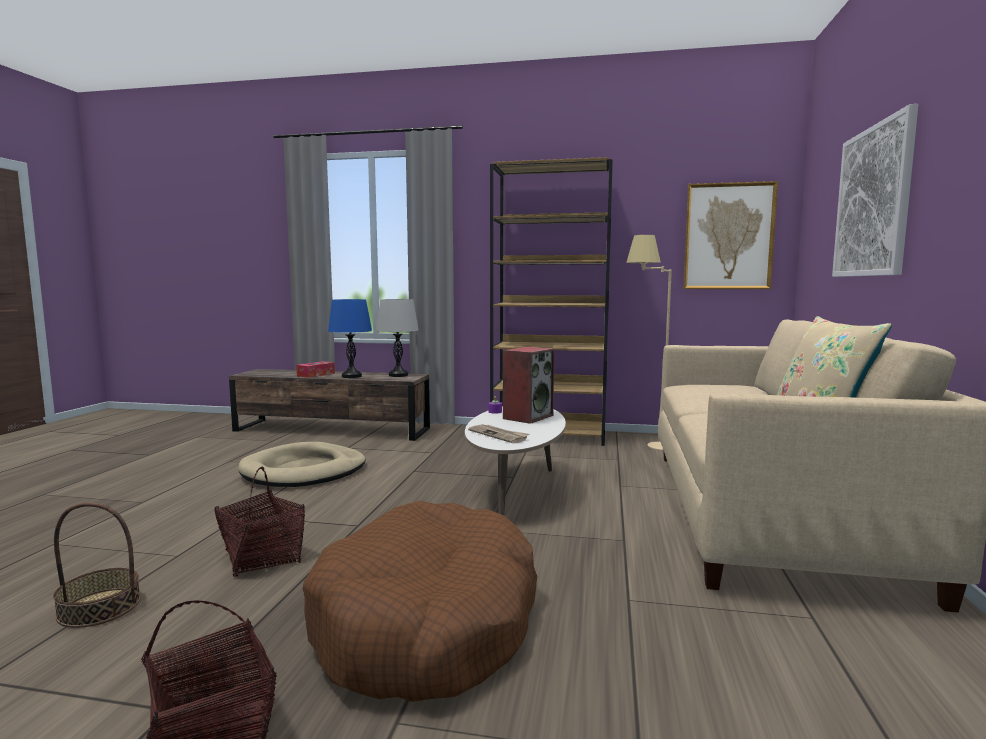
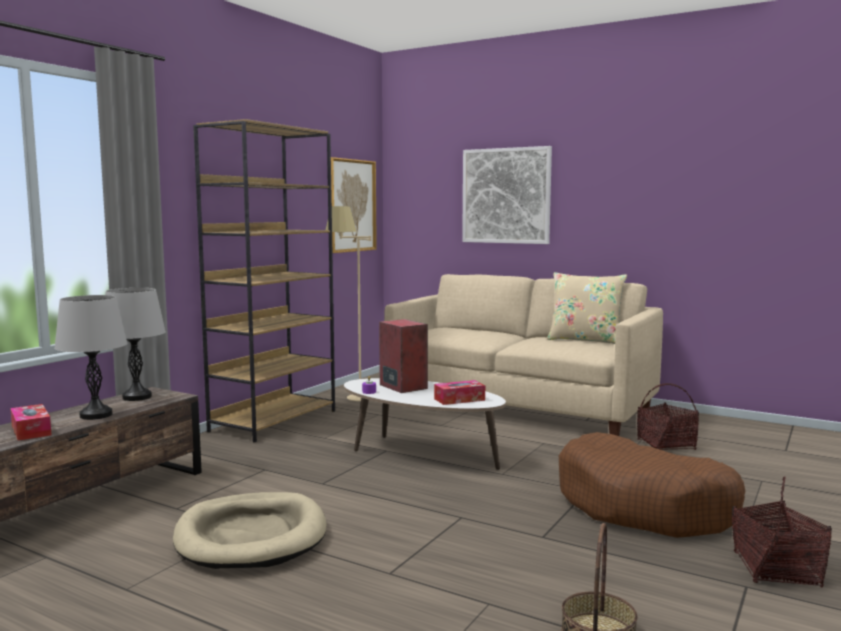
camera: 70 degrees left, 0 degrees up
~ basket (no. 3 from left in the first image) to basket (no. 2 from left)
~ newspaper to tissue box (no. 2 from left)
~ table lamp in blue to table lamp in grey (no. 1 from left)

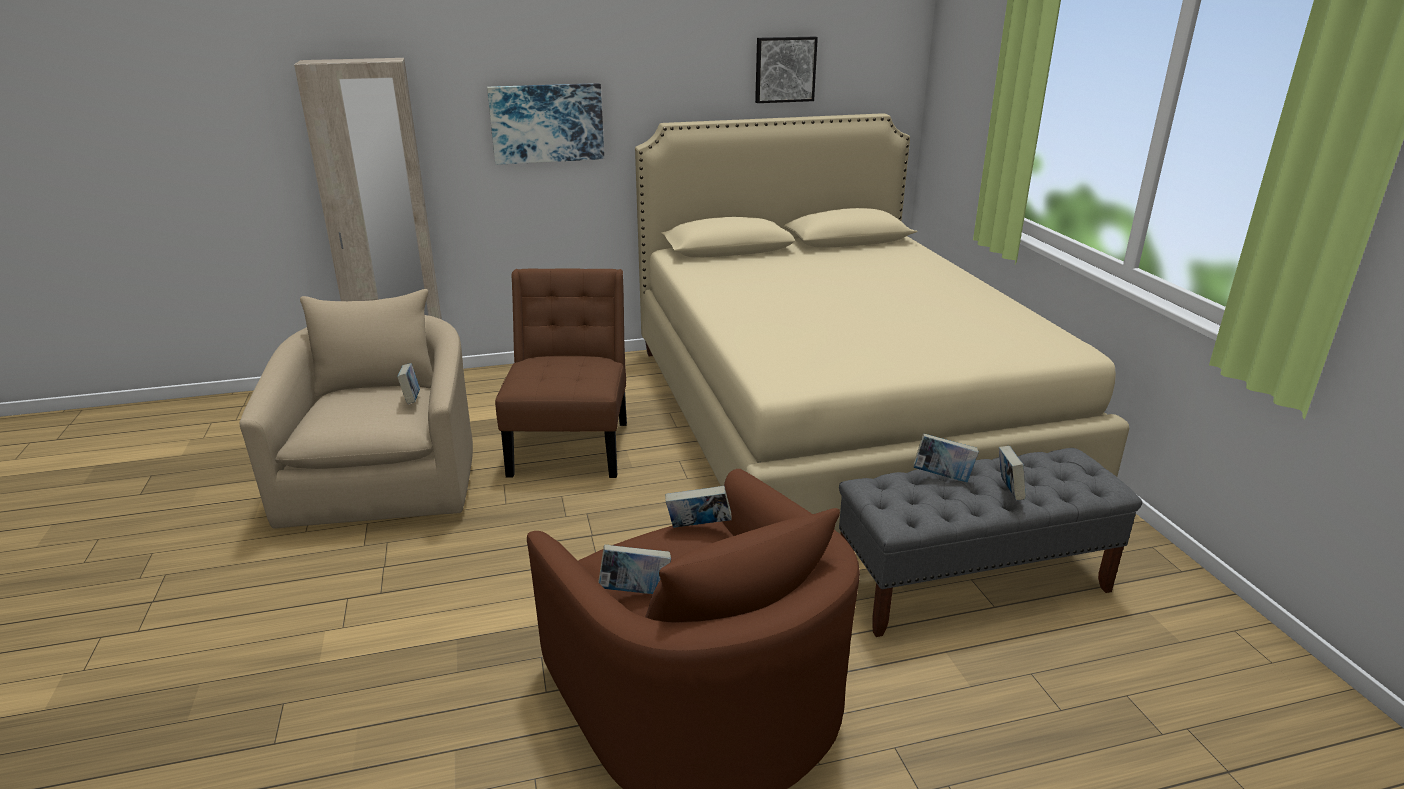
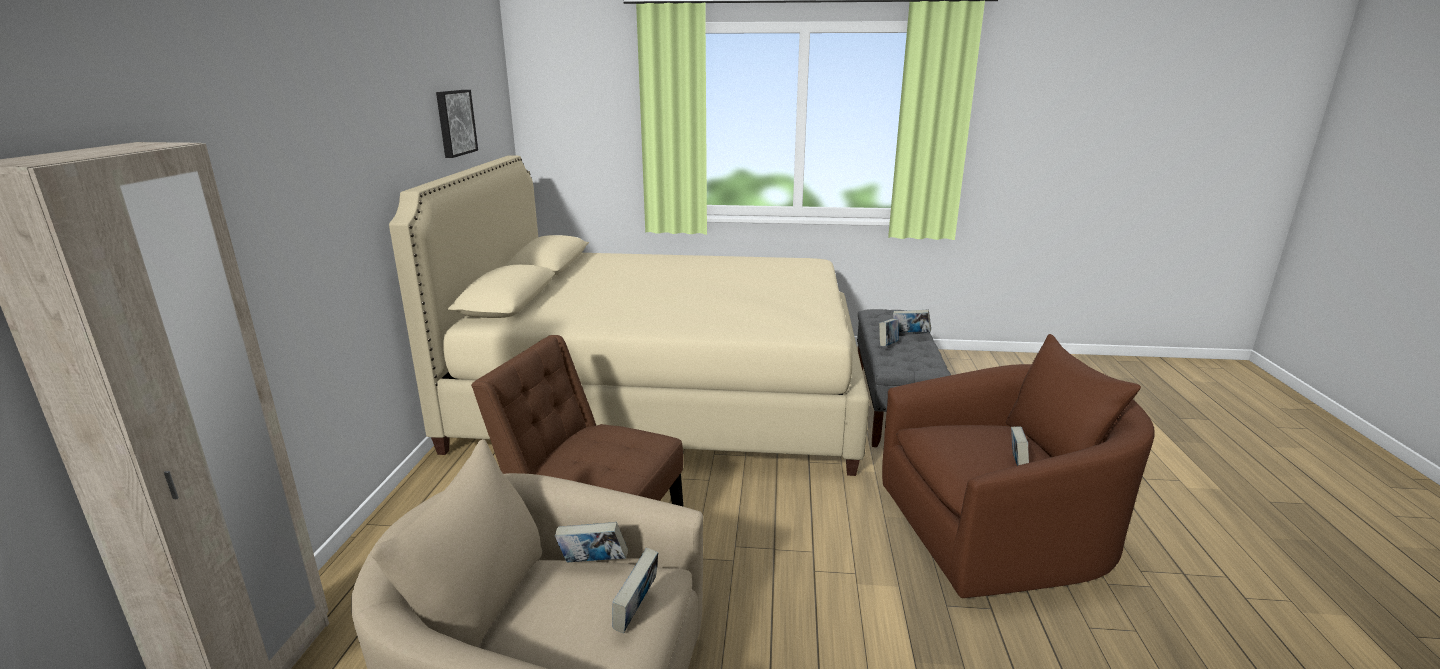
camera: 70 degrees left, 5 degrees down
- picture (no. 1 from left)
~ book (no. 3 from left in the first image) to book (no. 2 from left)

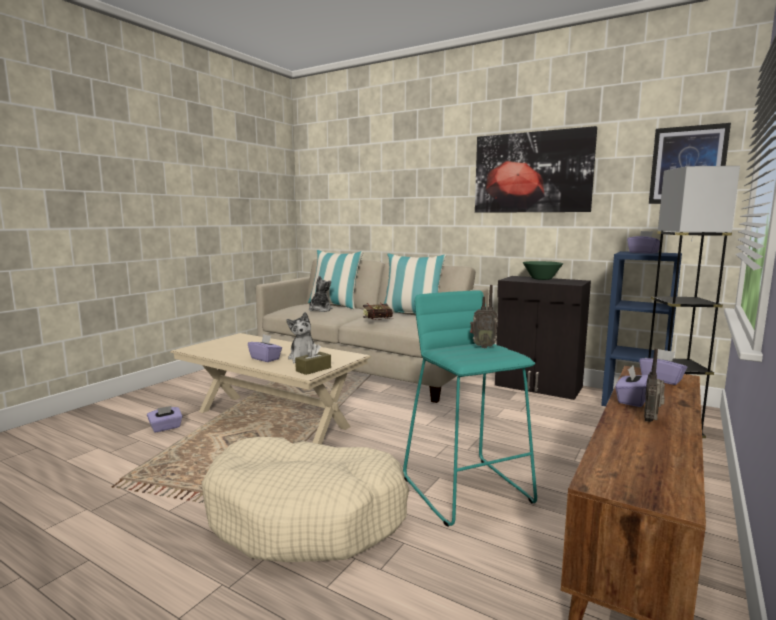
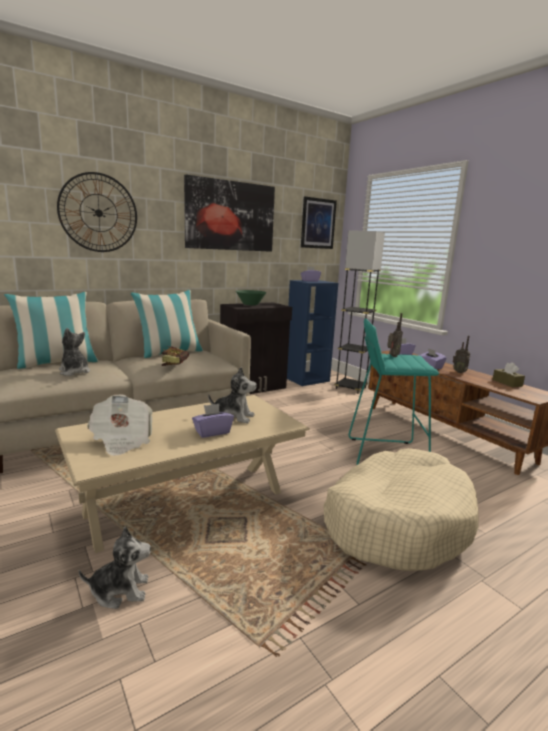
camera: 65 degrees left, 5 degrees up
+ wall clock
+ newspaper
~ tissue box in brown
~ tissue box in purple (no. 1 from left) to plush toy (no. 2 from left)

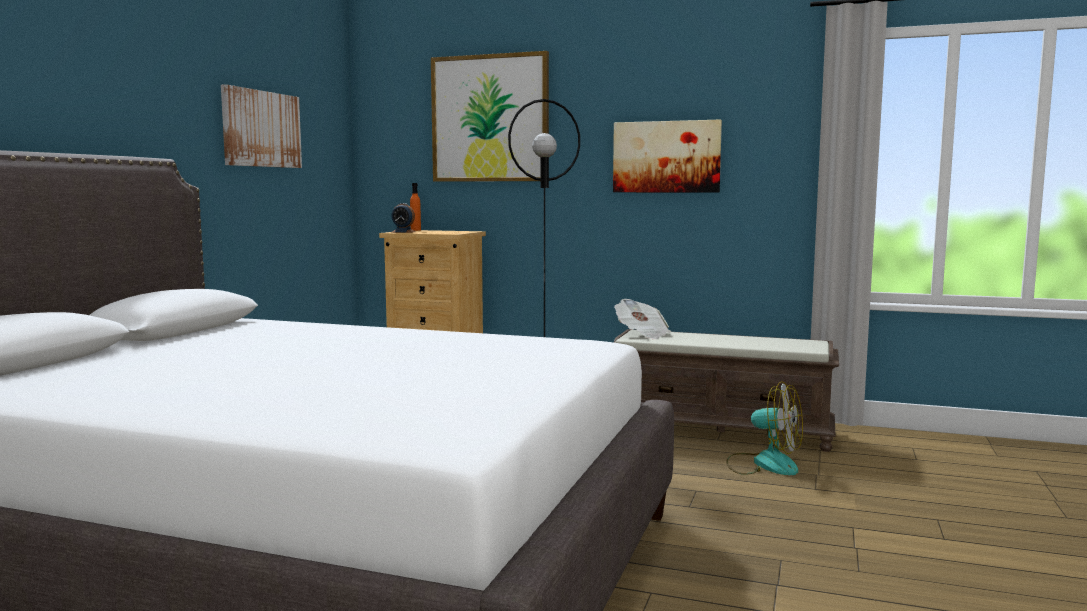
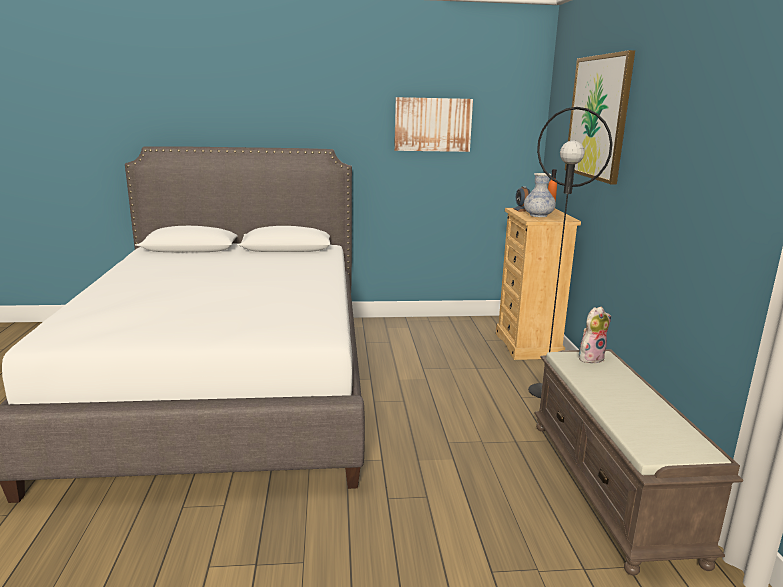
camera: 65 degrees right, 10 degrees up
- picture (no. 3 from left)
- fan
+ vase
~ newspaper to plush toy

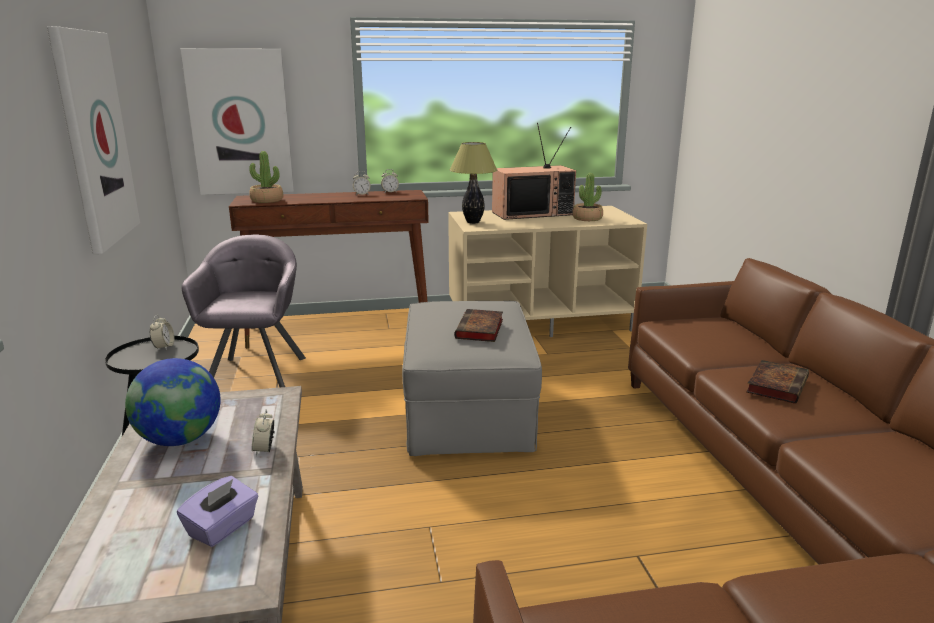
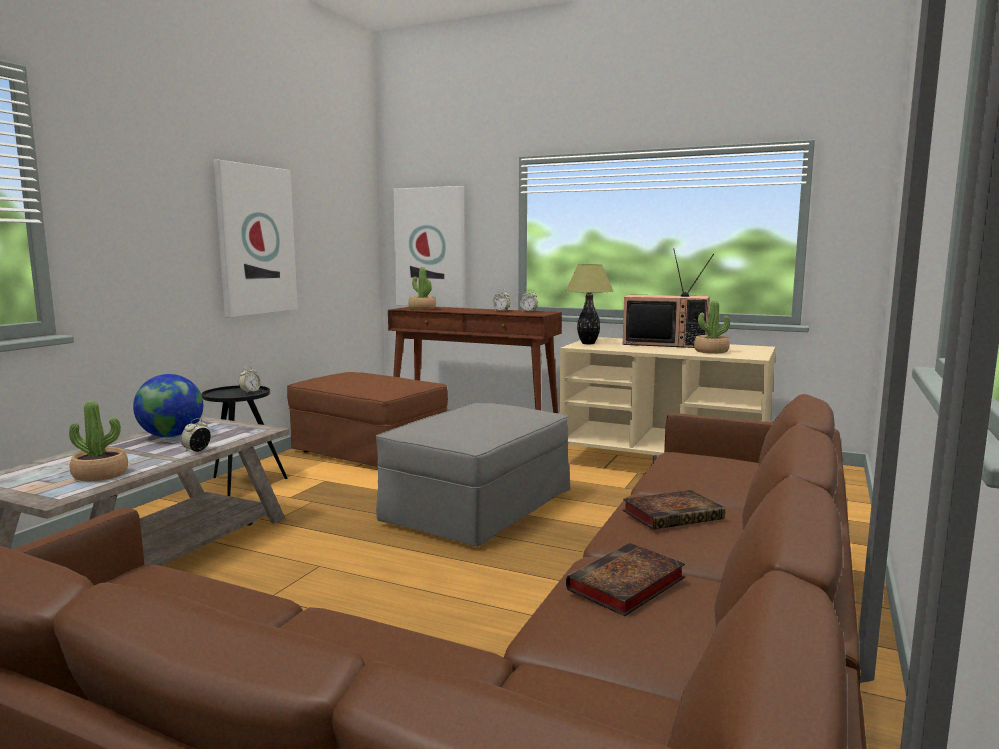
camera: 35 degrees right, 10 degrees down
~ book (no. 1 from left)
~ tissue box in purple to potted plant (no. 1 from left)
~ armchair in grey to ottoman in brown

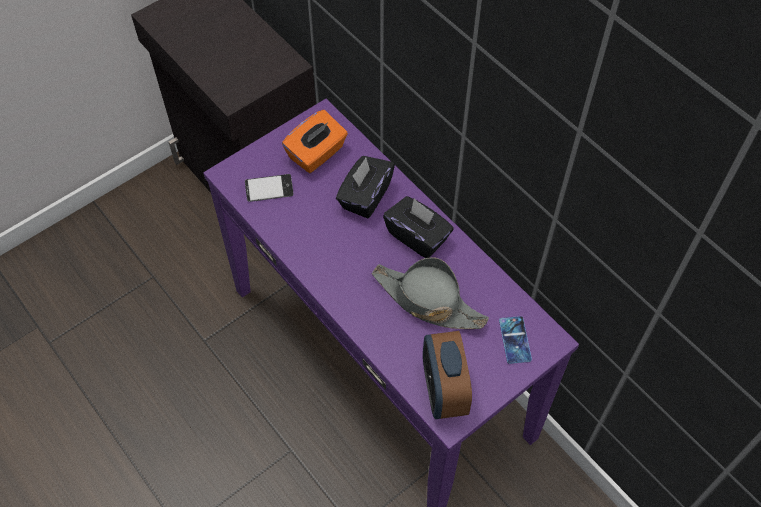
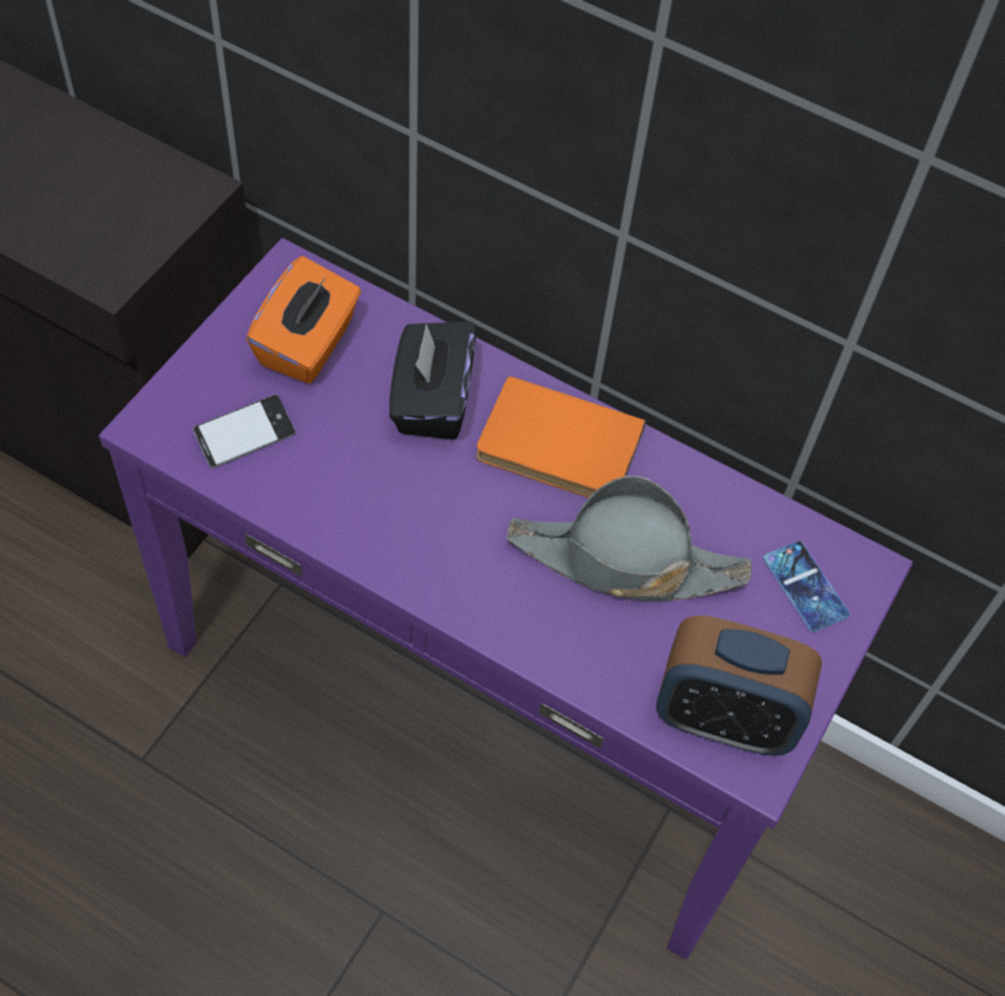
camera: 25 degrees left, 0 degrees up
~ tissue box in black (no. 2 from left) to book in orange
~ alarm clock 45 degrees counterclockwise

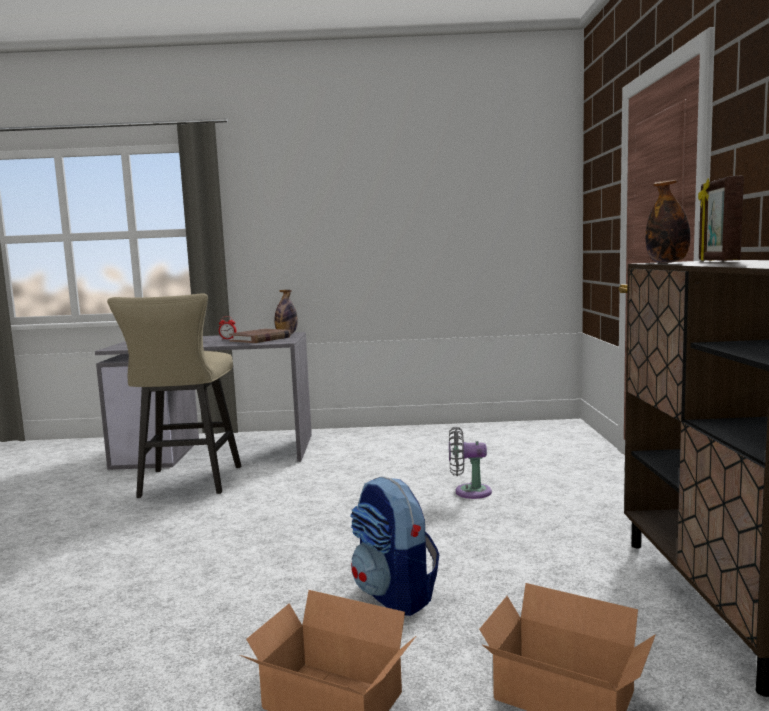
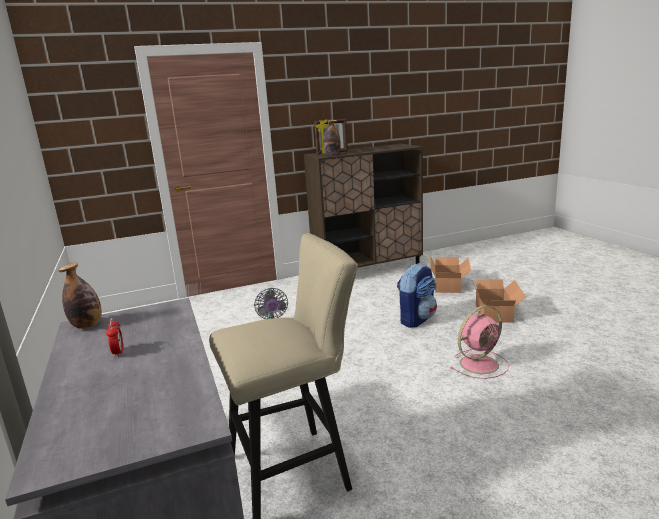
camera: 110 degrees left, 10 degrees up
- book in brown
+ fan in pink

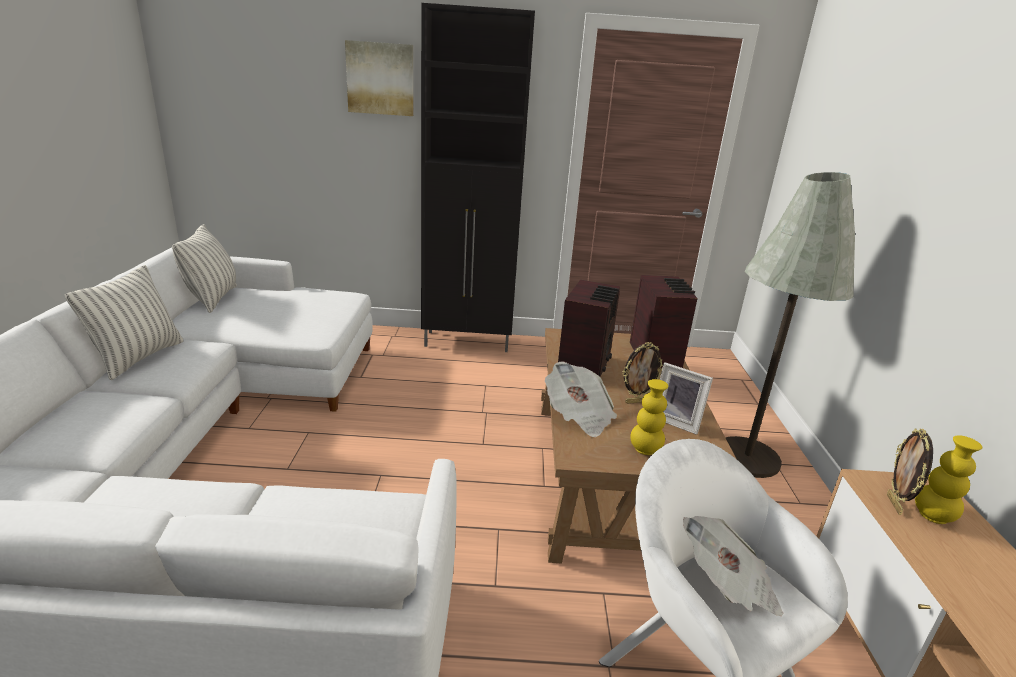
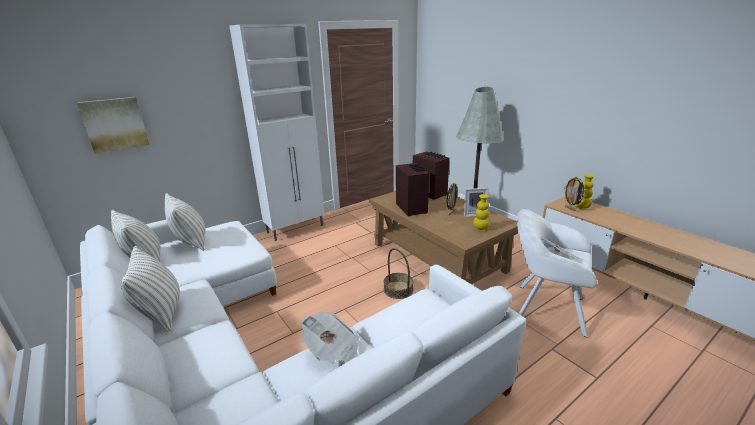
camera: 35 degrees left, 0 degrees up
+ pillow (no. 3 from left)
+ basket
~ picture
~ newspaper (no. 1 from left)
~ cabinet in black to cabinet in white

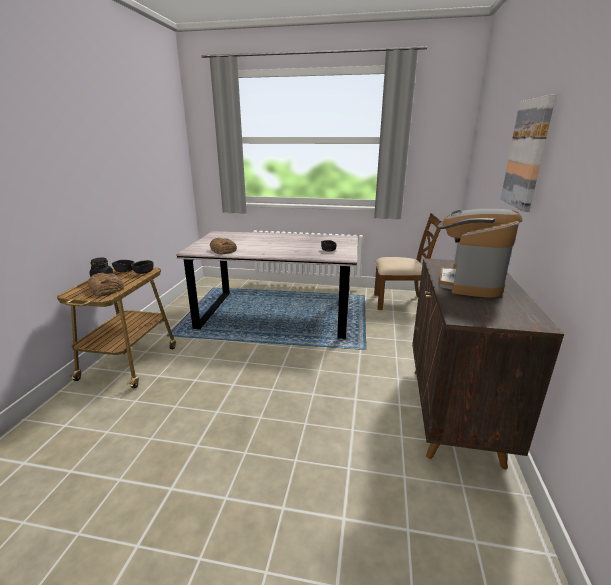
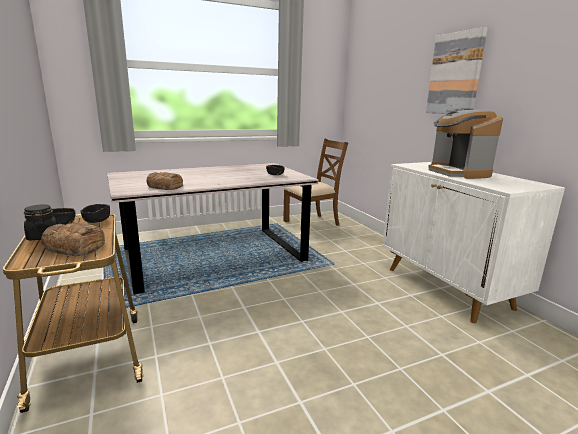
camera: 35 degrees left, 5 degrees down
~ cabinet in brown to cabinet in white

